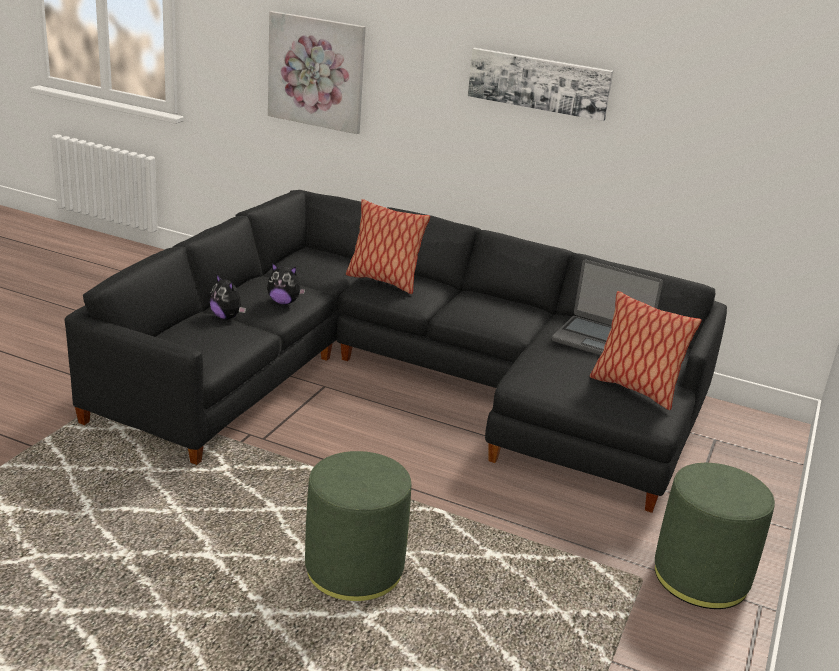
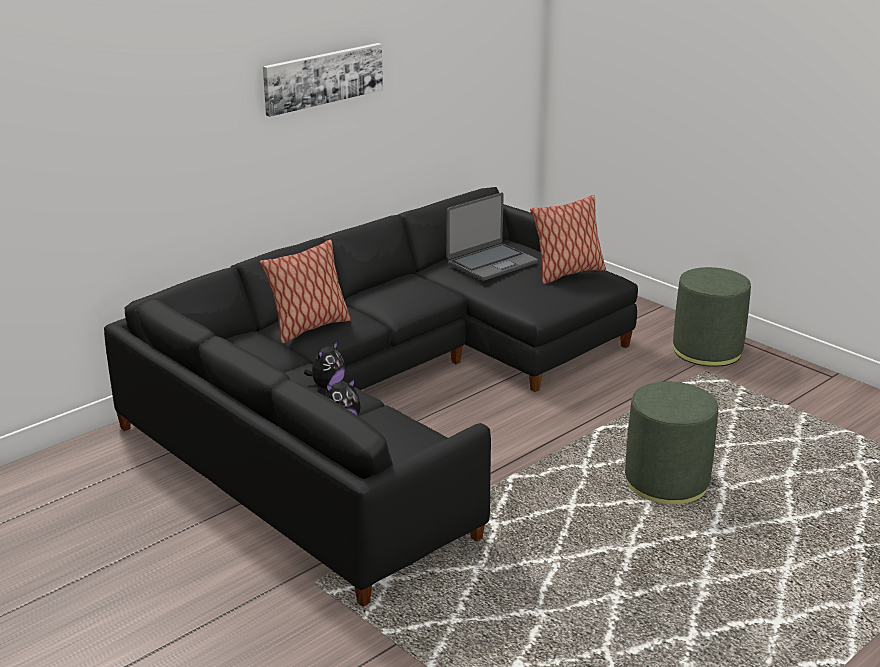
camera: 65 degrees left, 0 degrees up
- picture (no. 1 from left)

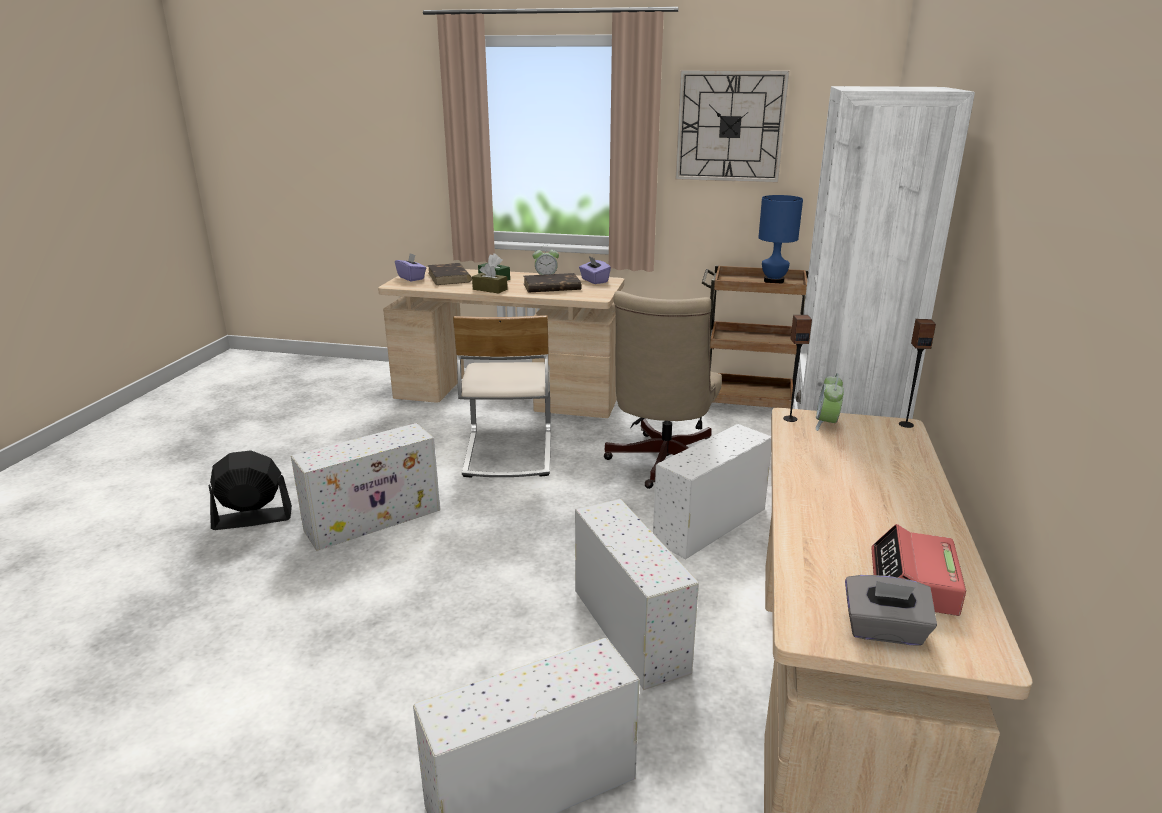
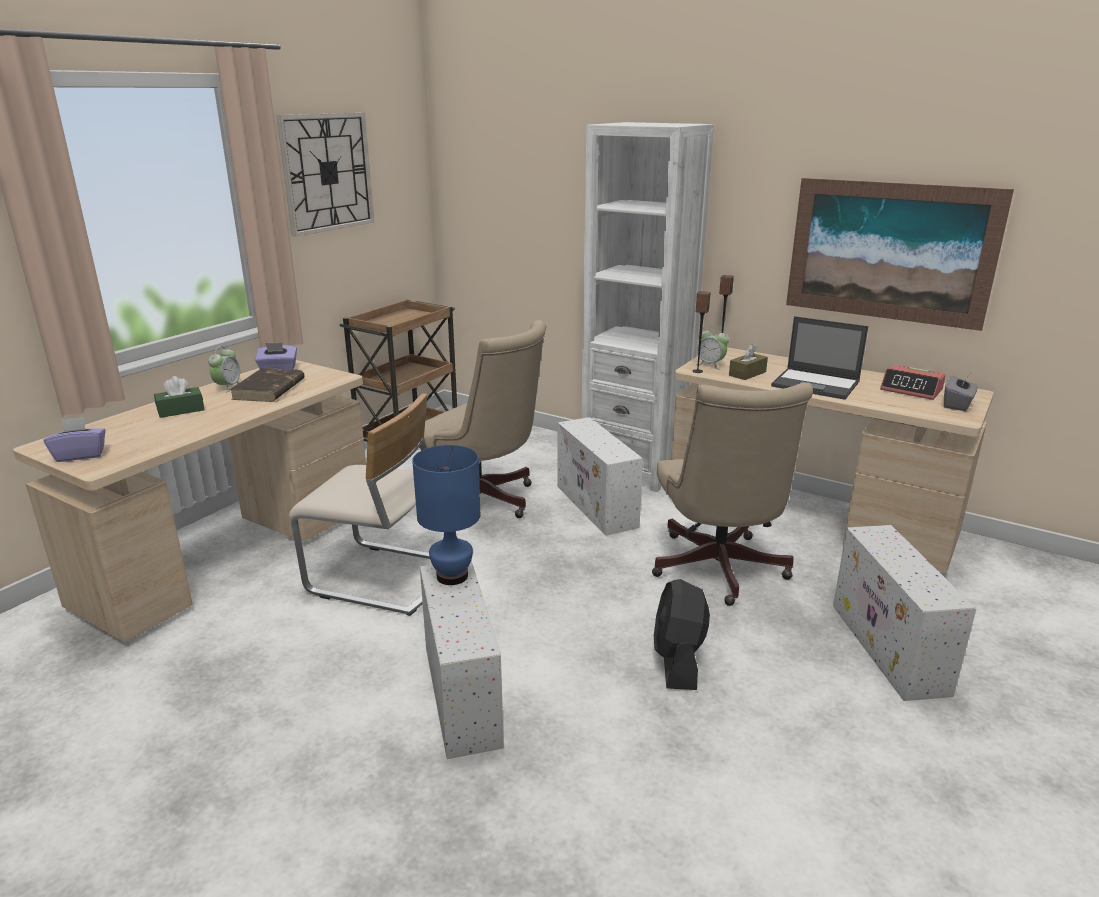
camera: 70 degrees left, 0 degrees up
- book in brown (no. 1 from left)
+ laptop
+ picture
~ fan in black
~ tissue box in brown
~ table lamp in blue
~ storage box in white (no. 3 from left) to office chair in beige (no. 2 from left)

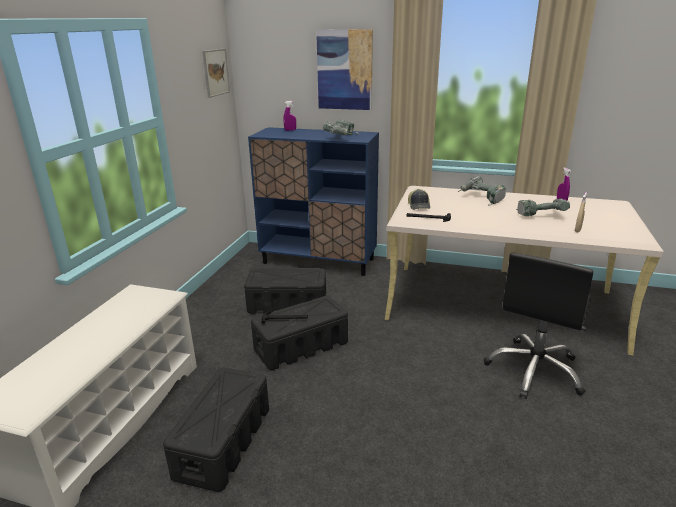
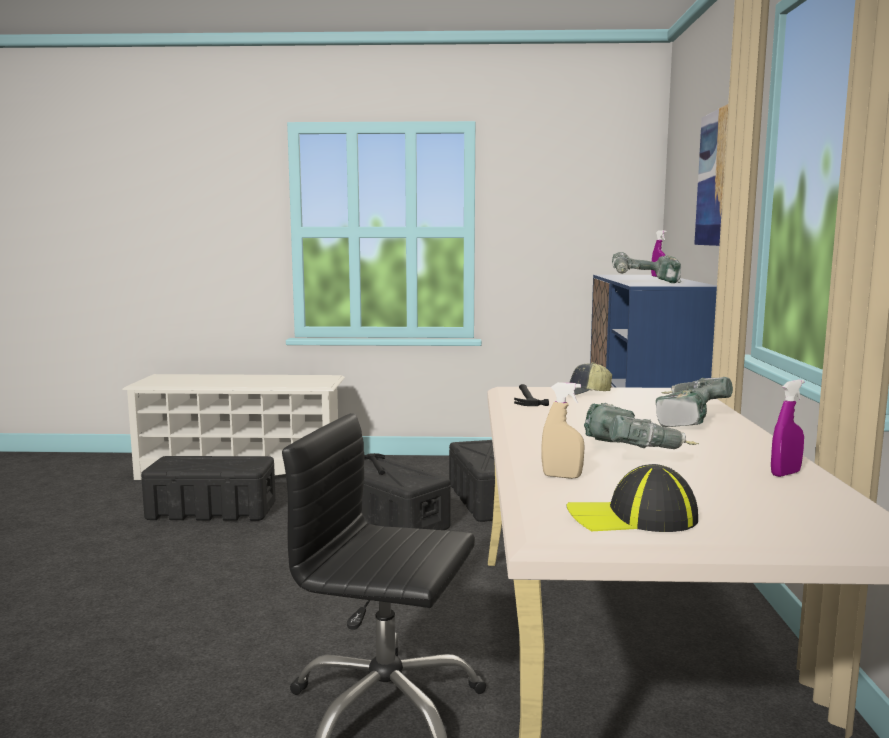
camera: 75 degrees right, 15 degrees down
- picture (no. 1 from left)
+ cap (no. 2 from left)

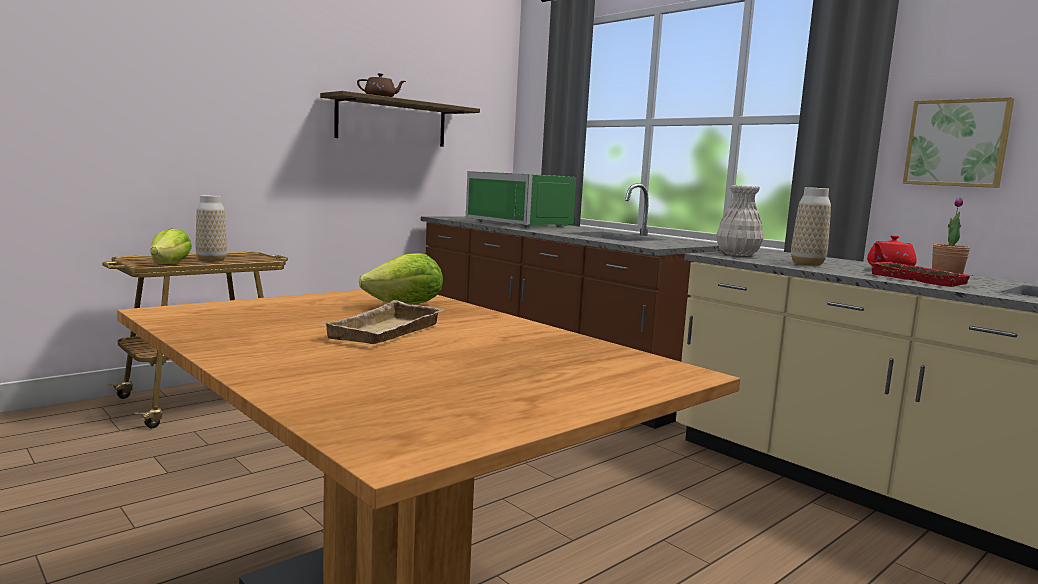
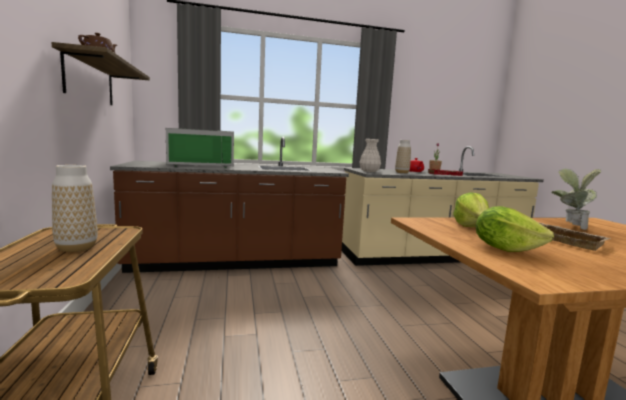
camera: 60 degrees left, 0 degrees up
- picture
+ potted plant (no. 2 from left)
~ lettuce (no. 1 from left in the first image) to lettuce (no. 2 from left)

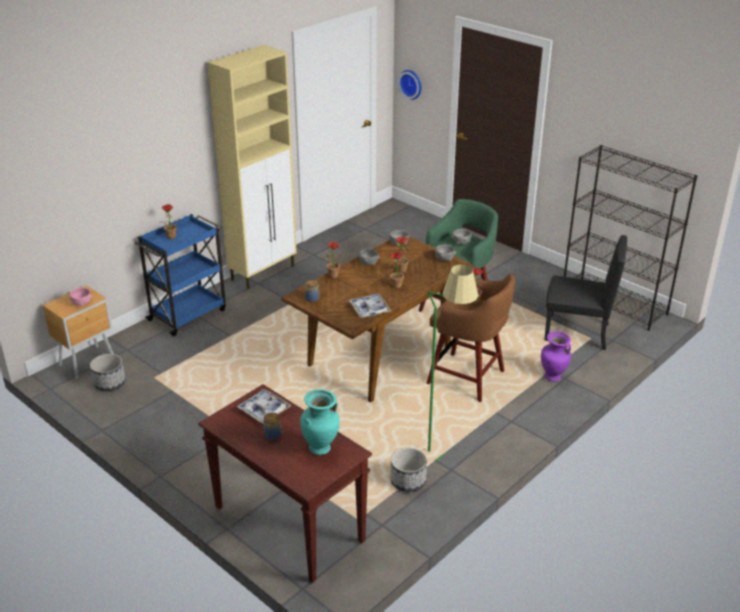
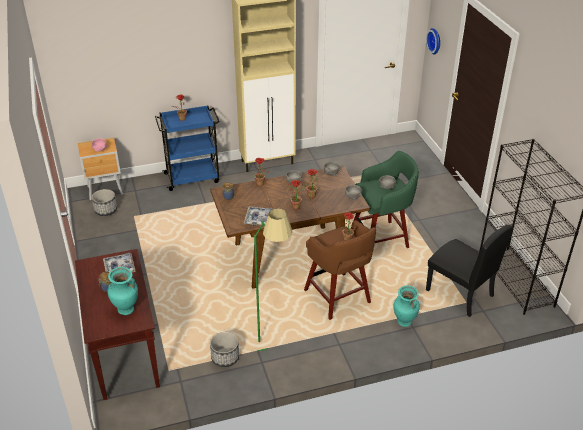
camera: 30 degrees right, 5 degrees up
~ vase in purple to vase in turquoise (no. 2 from left)

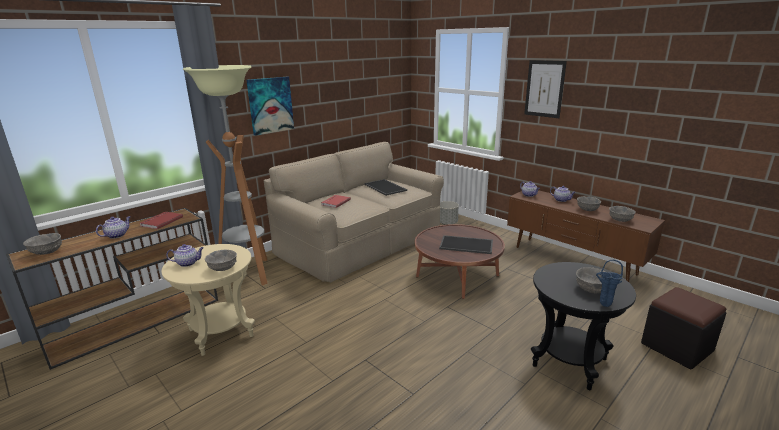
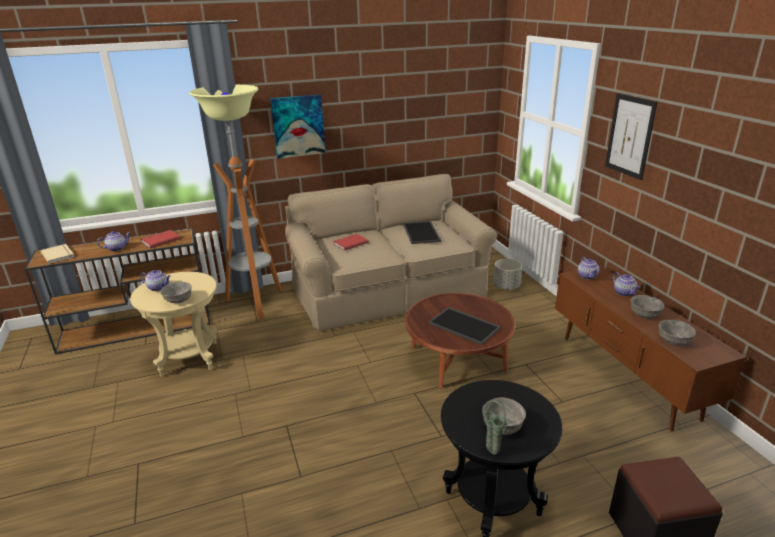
camera: 25 degrees right, 5 degrees up
~ bowl in grey (no. 1 from left) to book in beige
~ vase in blue to vase in green

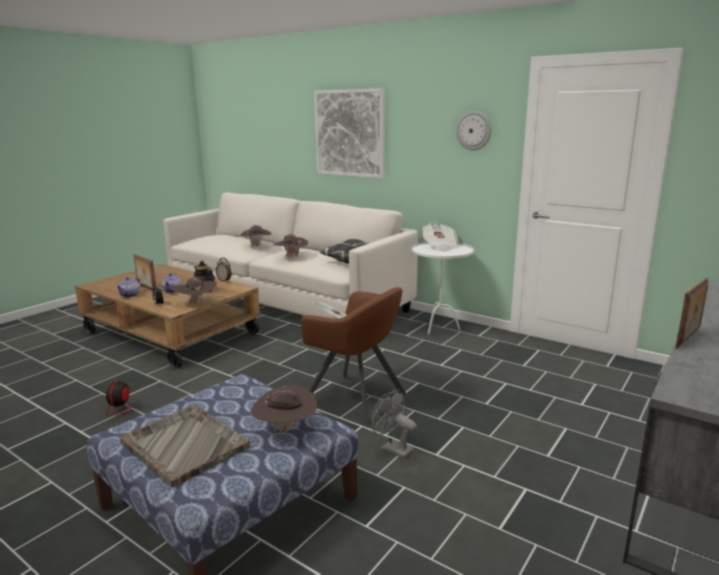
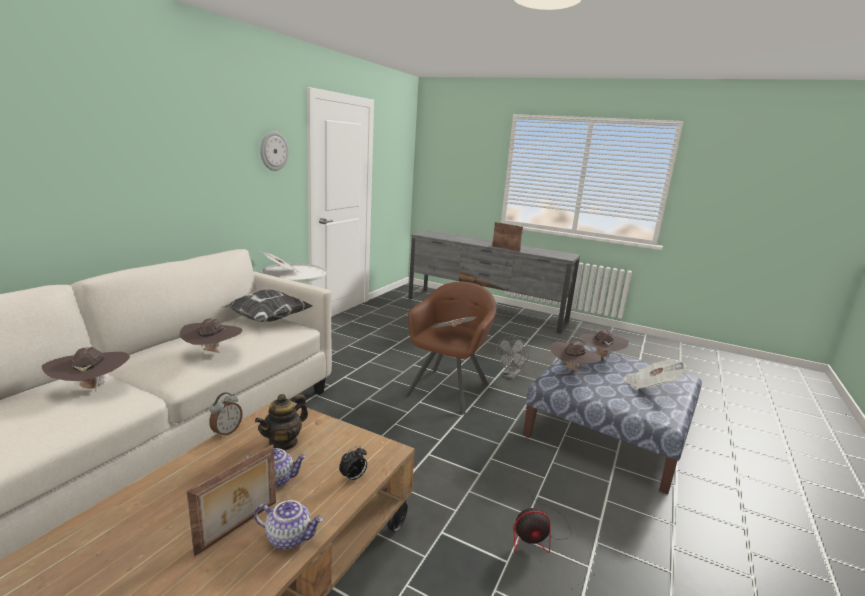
camera: 100 degrees left, 0 degrees up
- picture
~ hat in brown (no. 1 from left in the first image) to hat in brown (no. 3 from left)
~ tray in grey to newspaper (no. 3 from left)

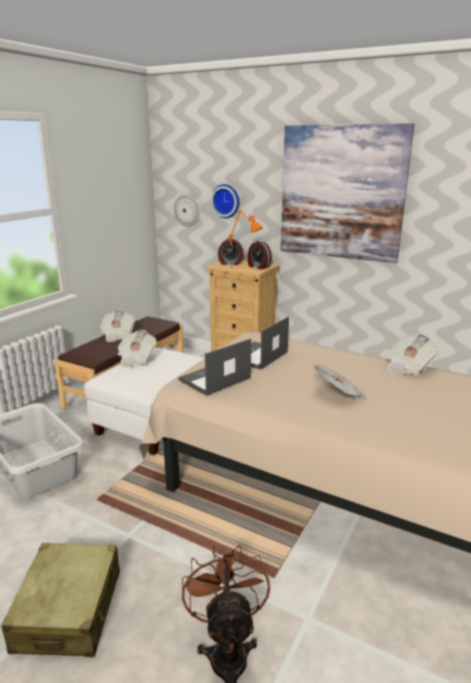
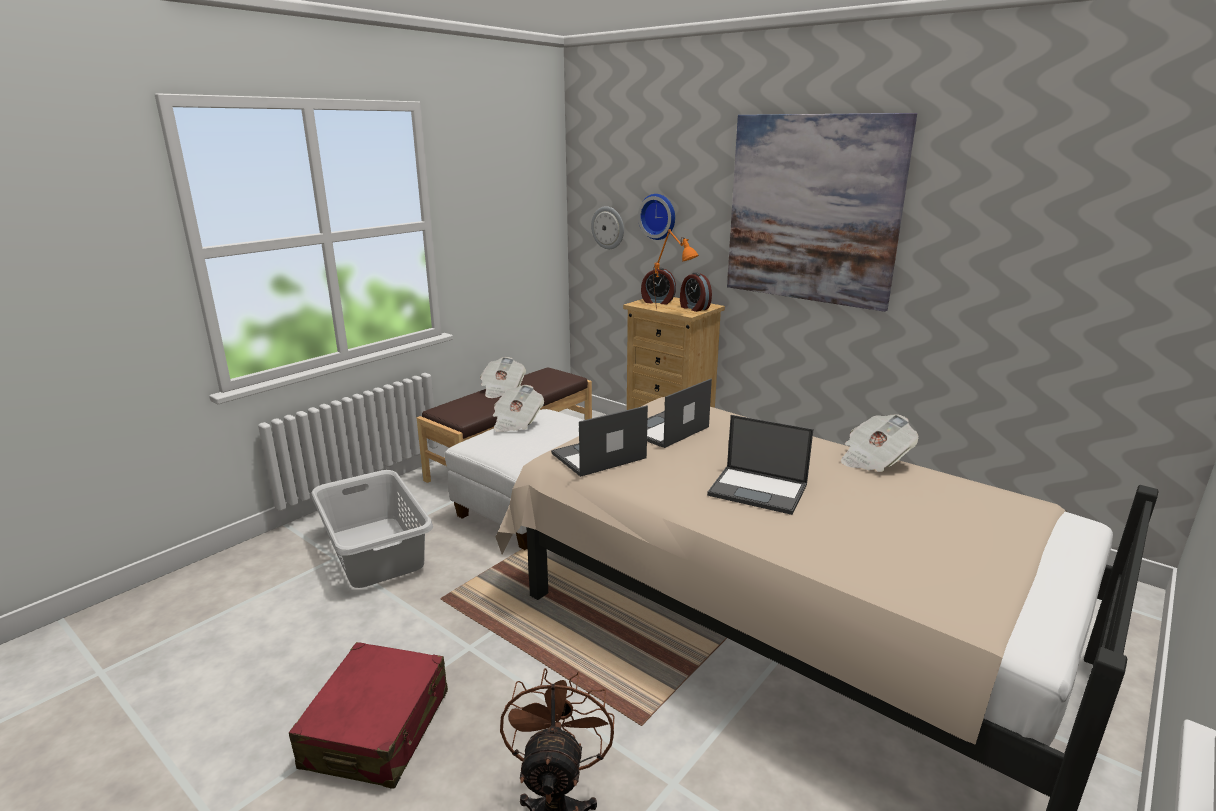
camera: 10 degrees right, 0 degrees up
~ newspaper (no. 3 from left) to laptop (no. 3 from left)
~ suitcase in beige to suitcase in red

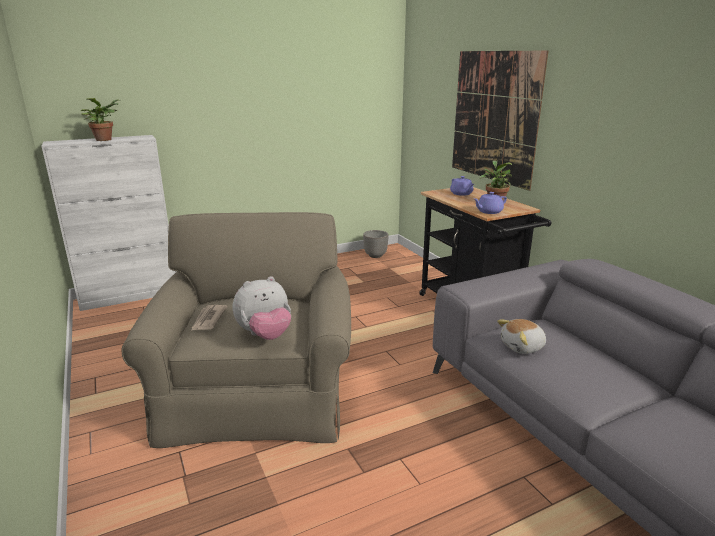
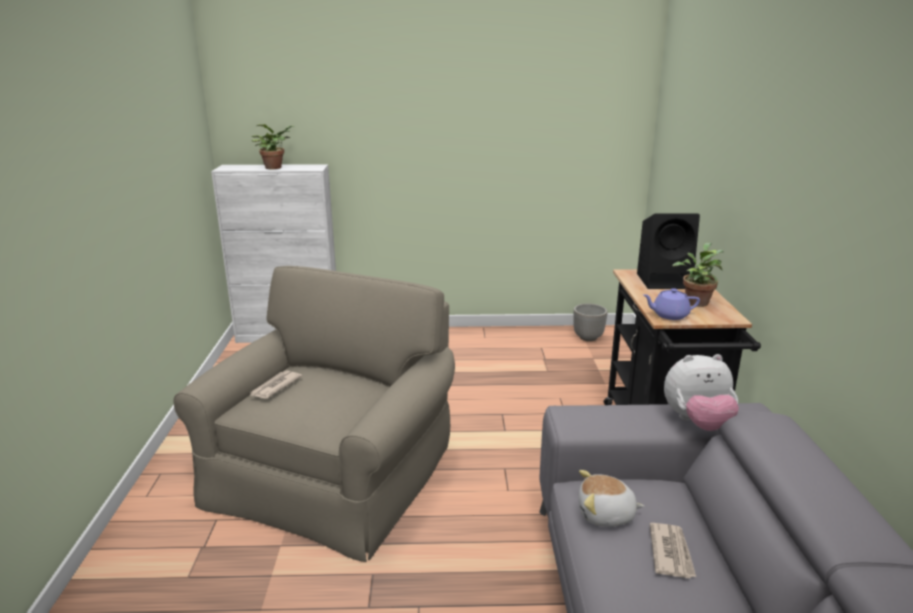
camera: 25 degrees right, 0 degrees up
- picture
+ newspaper (no. 2 from left)
~ plush toy (no. 1 from left in the first image) to plush toy (no. 2 from left)
~ teapot in purple (no. 1 from left) to speaker in black

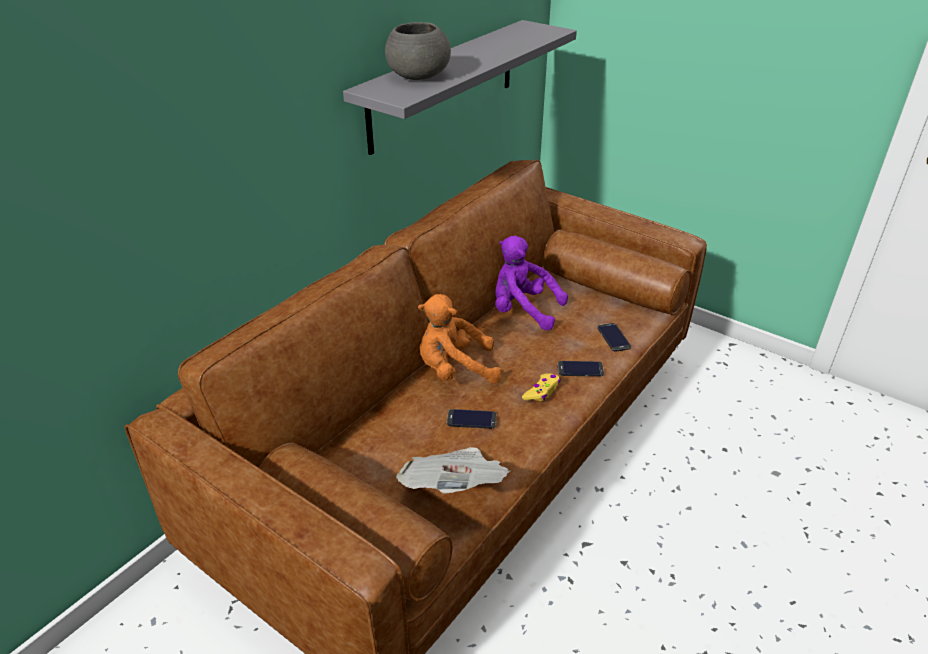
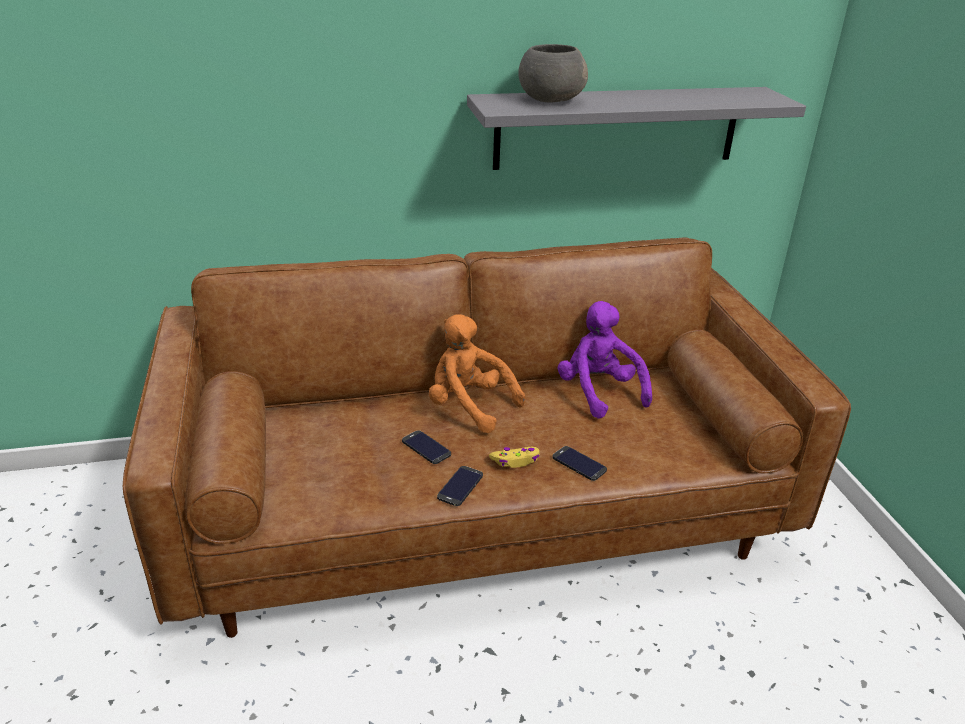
camera: 40 degrees right, 5 degrees down
- newspaper
~ phone (no. 3 from left in the first image) to phone (no. 2 from left)

